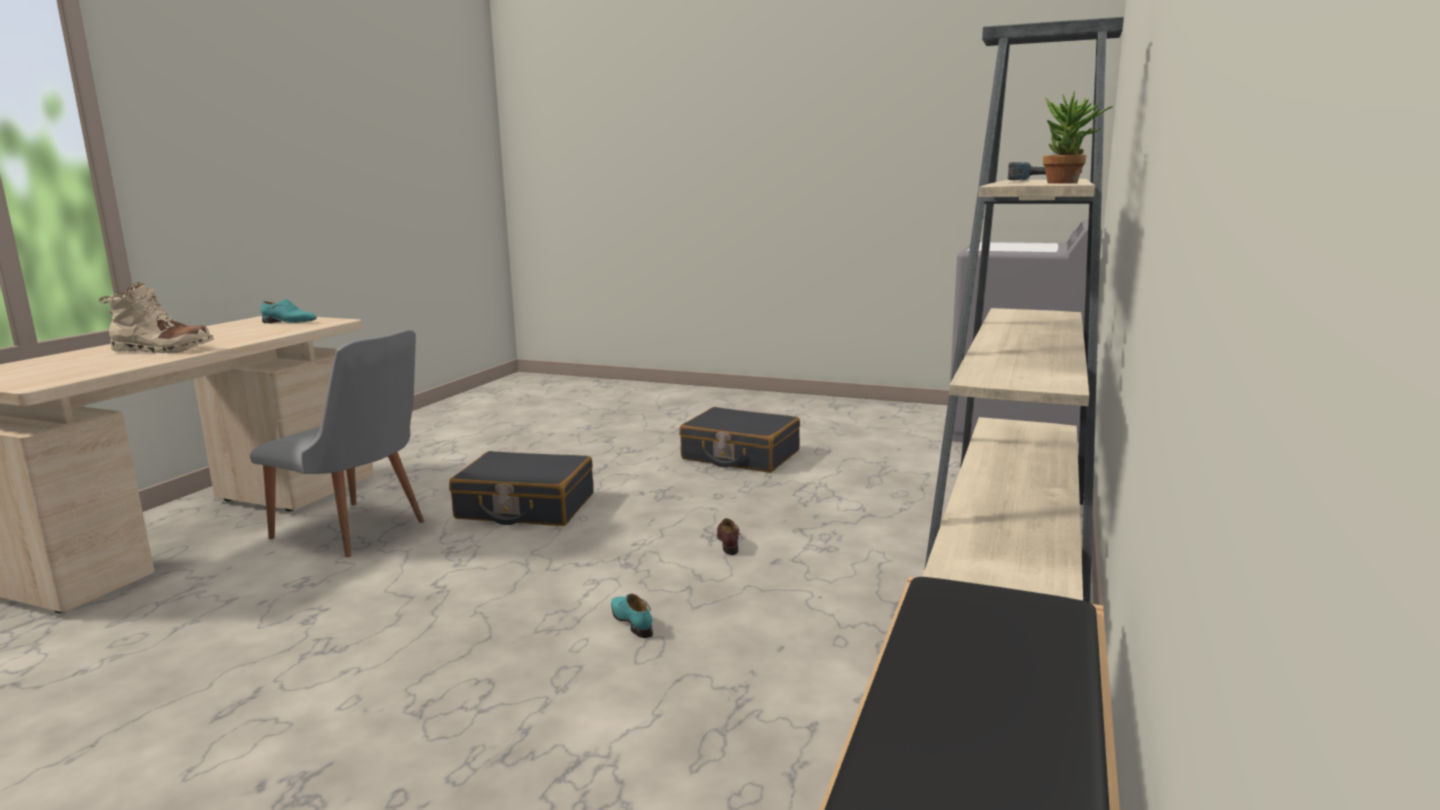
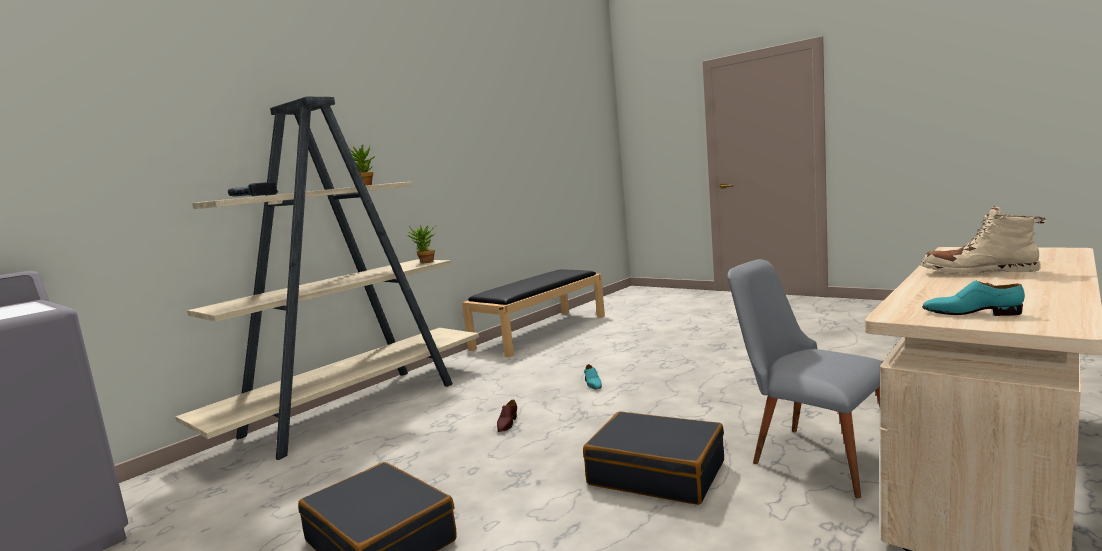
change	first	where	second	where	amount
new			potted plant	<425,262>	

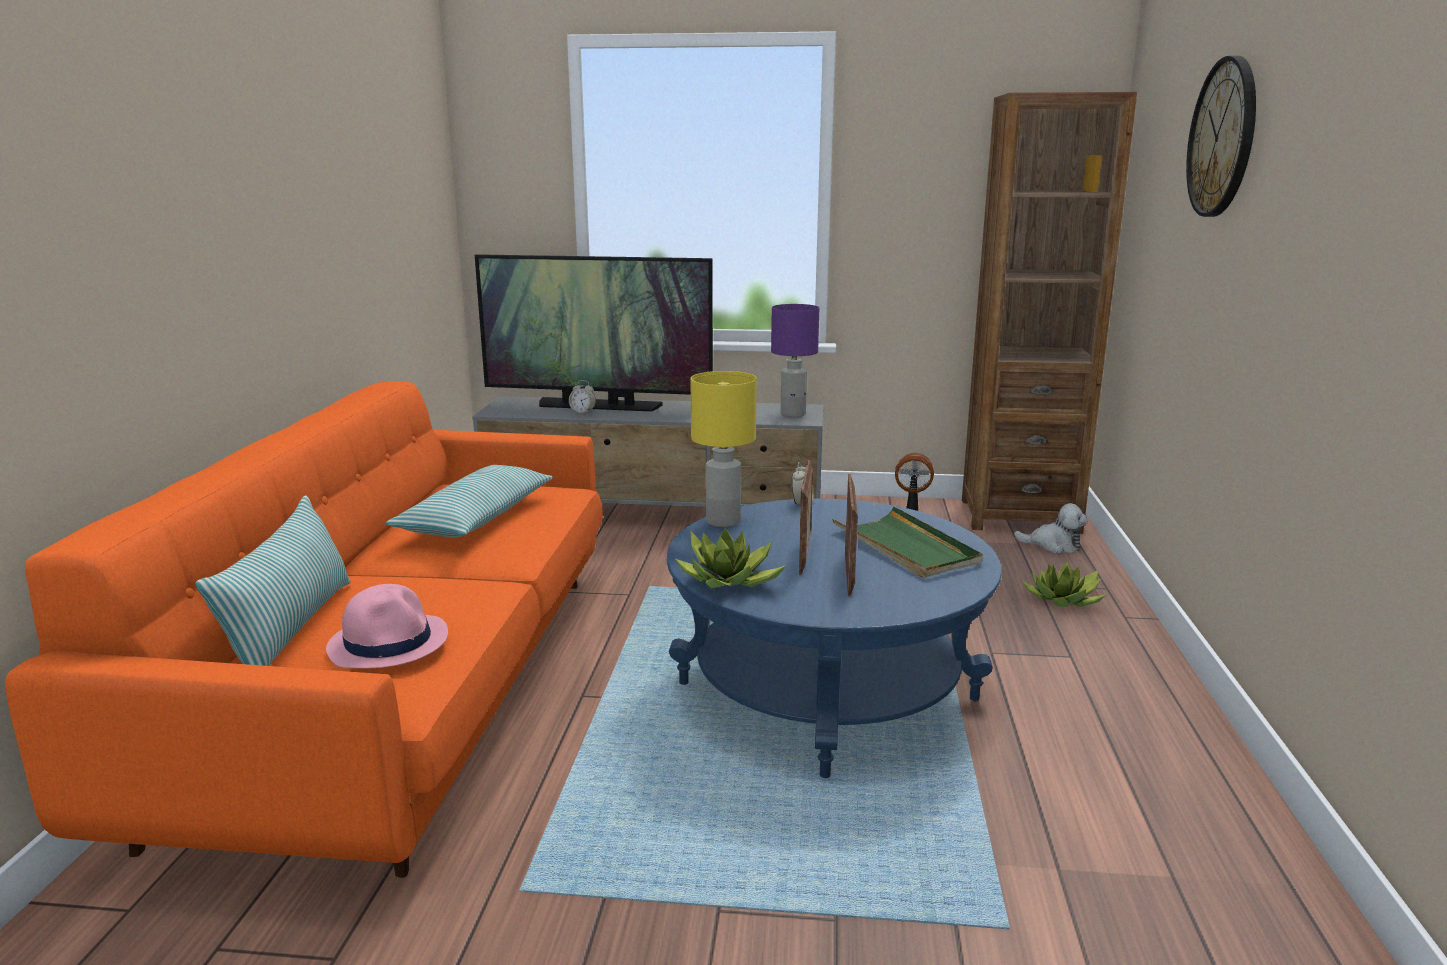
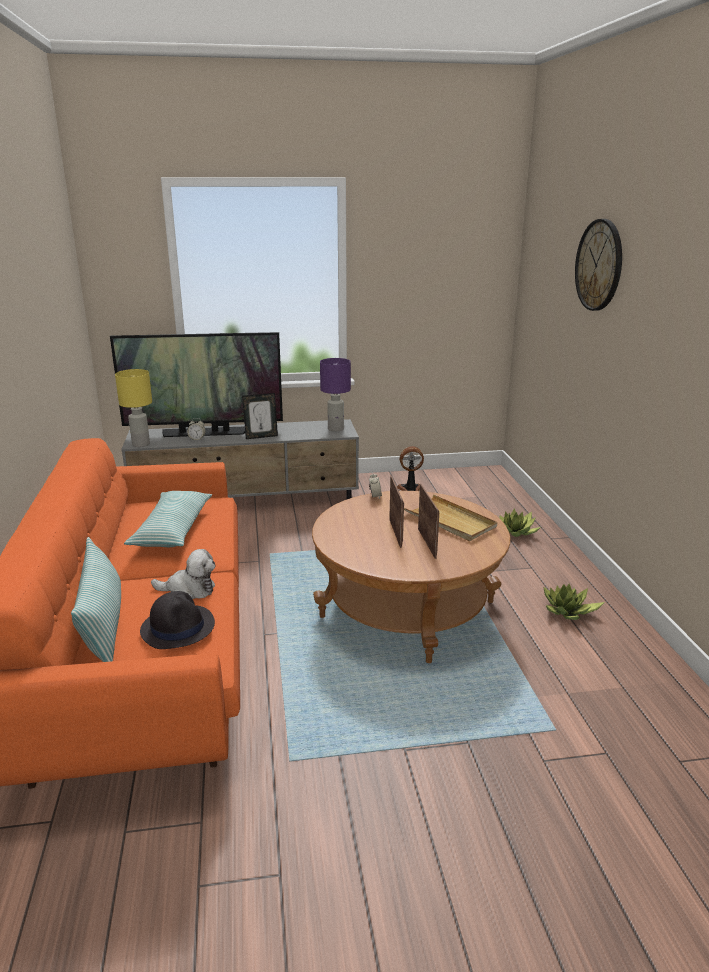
change	first	where	second	where	amount
gone	brown-coloured bookcase	<1019,516>			
new			picture frame	<261,436>	
shifted	potted plant	<729,582>		<568,612>	
shifted	yellow lamp for a table	<722,522>		<140,444>	
shifted	plush toy	<1053,545>		<189,590>	
repainted	pinkish hat	<389,642>	black-coloured hat	<178,627>	
repainted	bluish low table	<826,691>	brown-coloured low table	<407,609>	
repainted	green-coloured carrying tray	<906,547>	beige-coloured carrying tray	<450,521>	

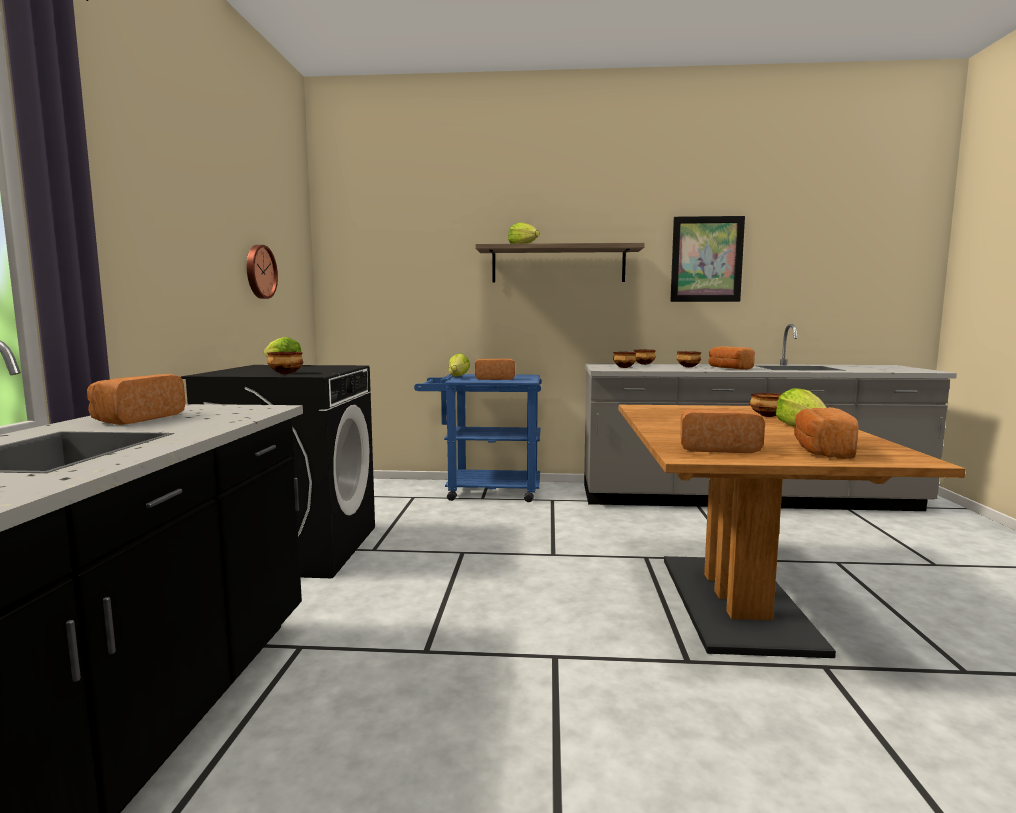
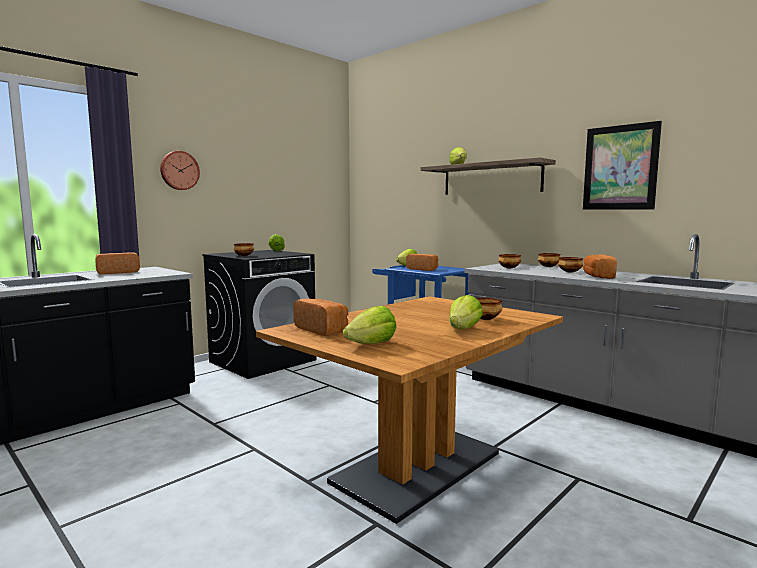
change	first	where	second	where	amount
shifted	wall clock	<259,272>		<179,170>	
swapped	baked bread	<821,451>	lettuce head	<372,344>	

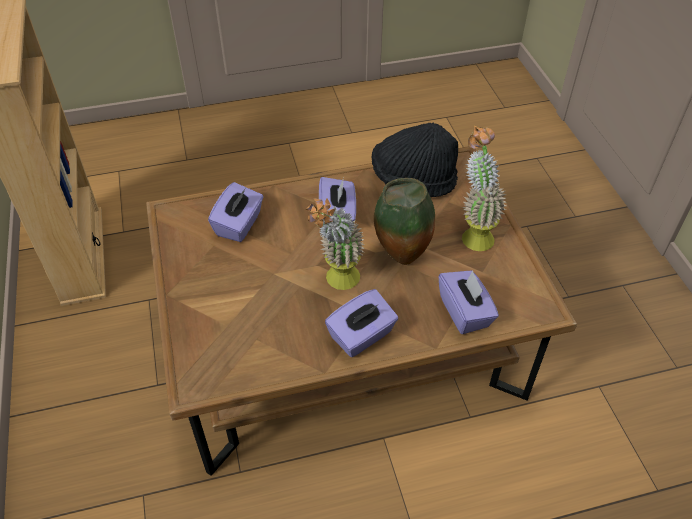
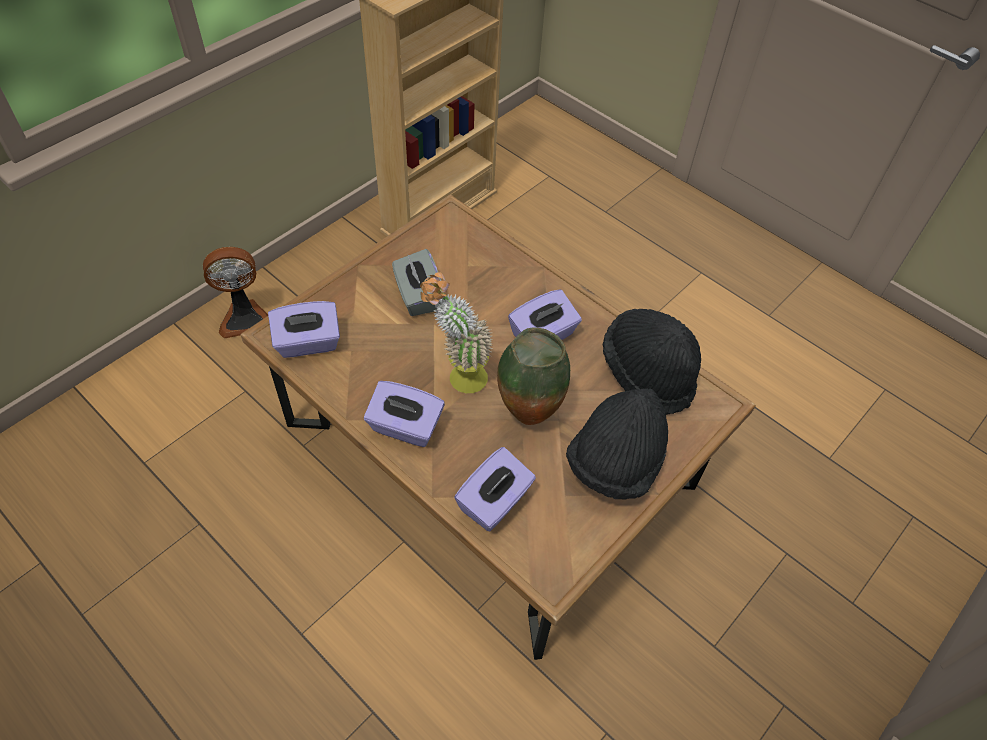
change	first	where	second	where	amount
new			cooling fan	<245,318>	
new			greyish tissue holder	<418,296>	
shifted	purplish tissue holder	<239,225>		<308,343>	
swapped	potted plant	<473,233>	black-coloured hat	<615,463>	

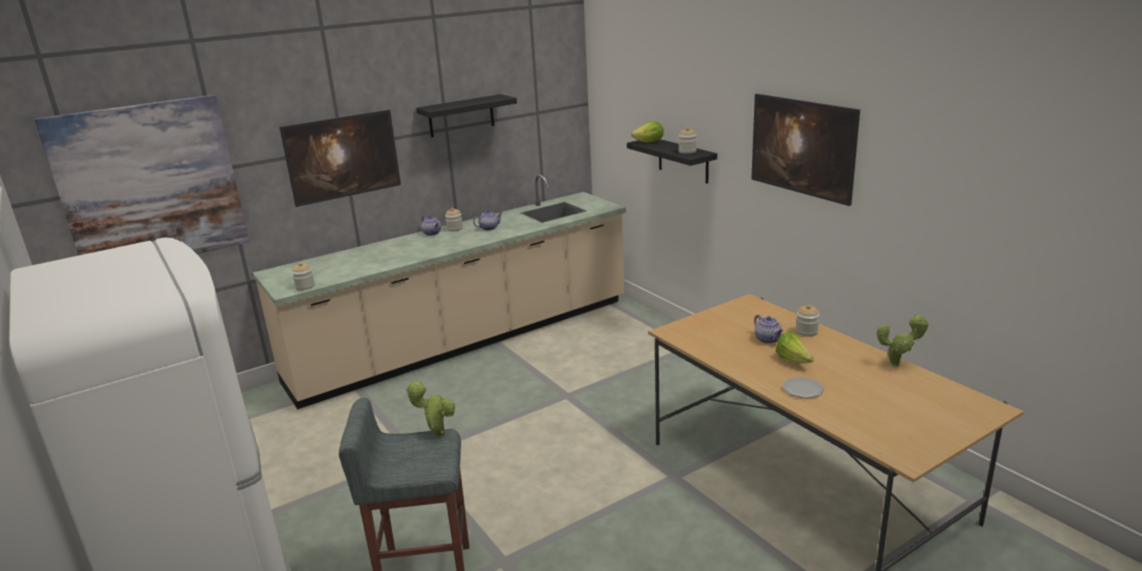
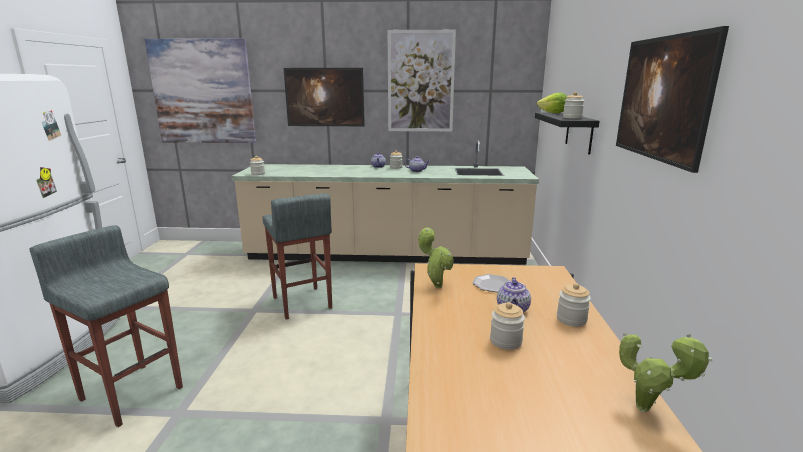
change	first	where	second	where	amount
new			greyish stool	<301,303>	
shifted	potted plant	<437,434>		<436,285>	
shifted	flat dish	<802,389>		<492,285>	
swapped	black-coloured wall shelf	<461,116>	picture	<420,82>	
swapped	lettuce head	<793,361>	preserve jar	<505,341>	

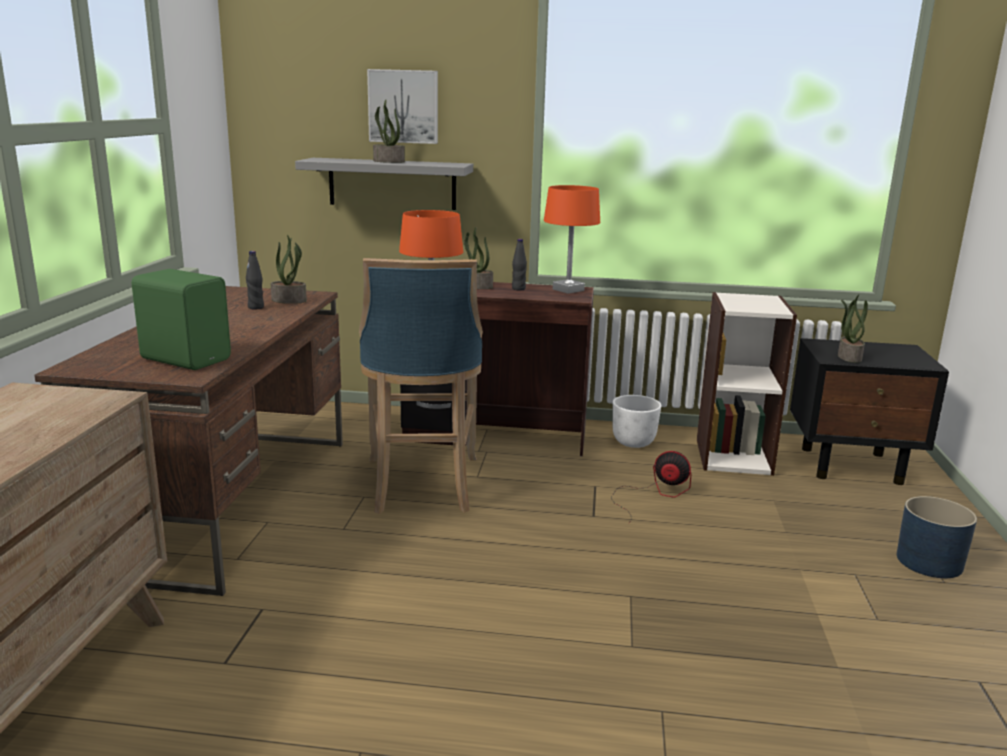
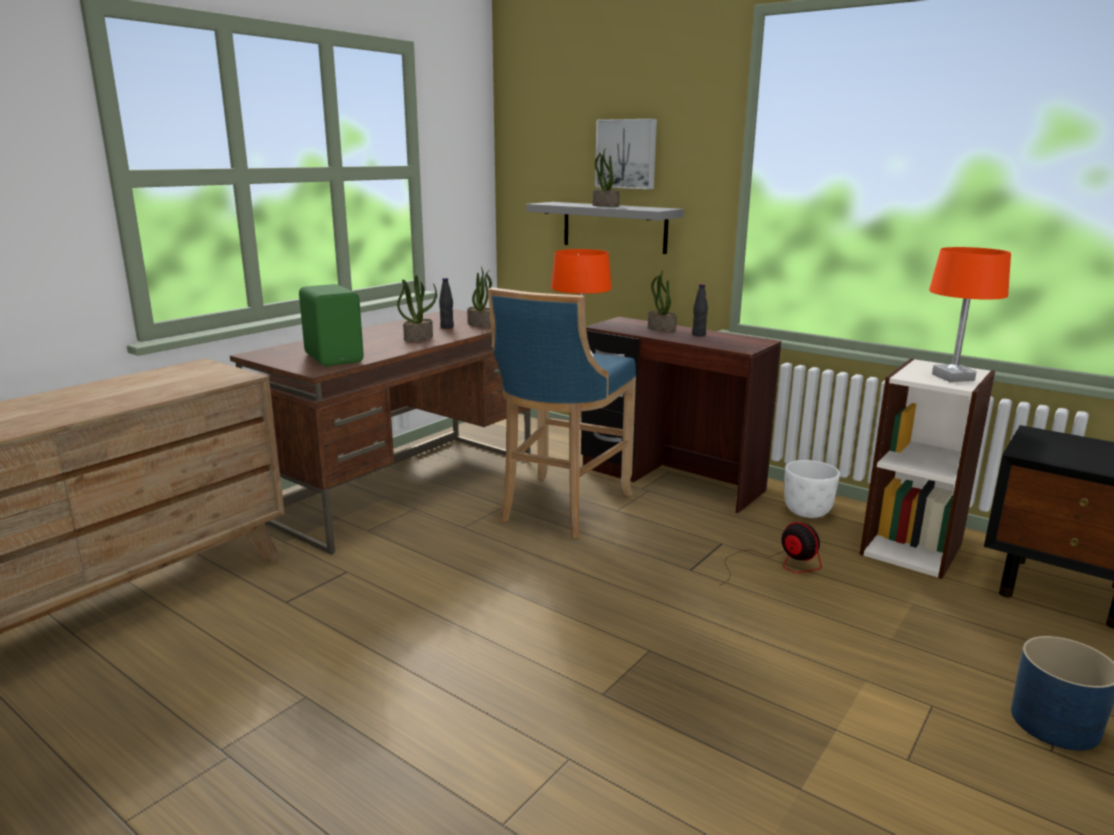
change	first	where	second	where	amount
shifted	orangey lamp for a table	<568,290>		<953,377>	
shifted	potted plant	<848,357>		<418,338>	

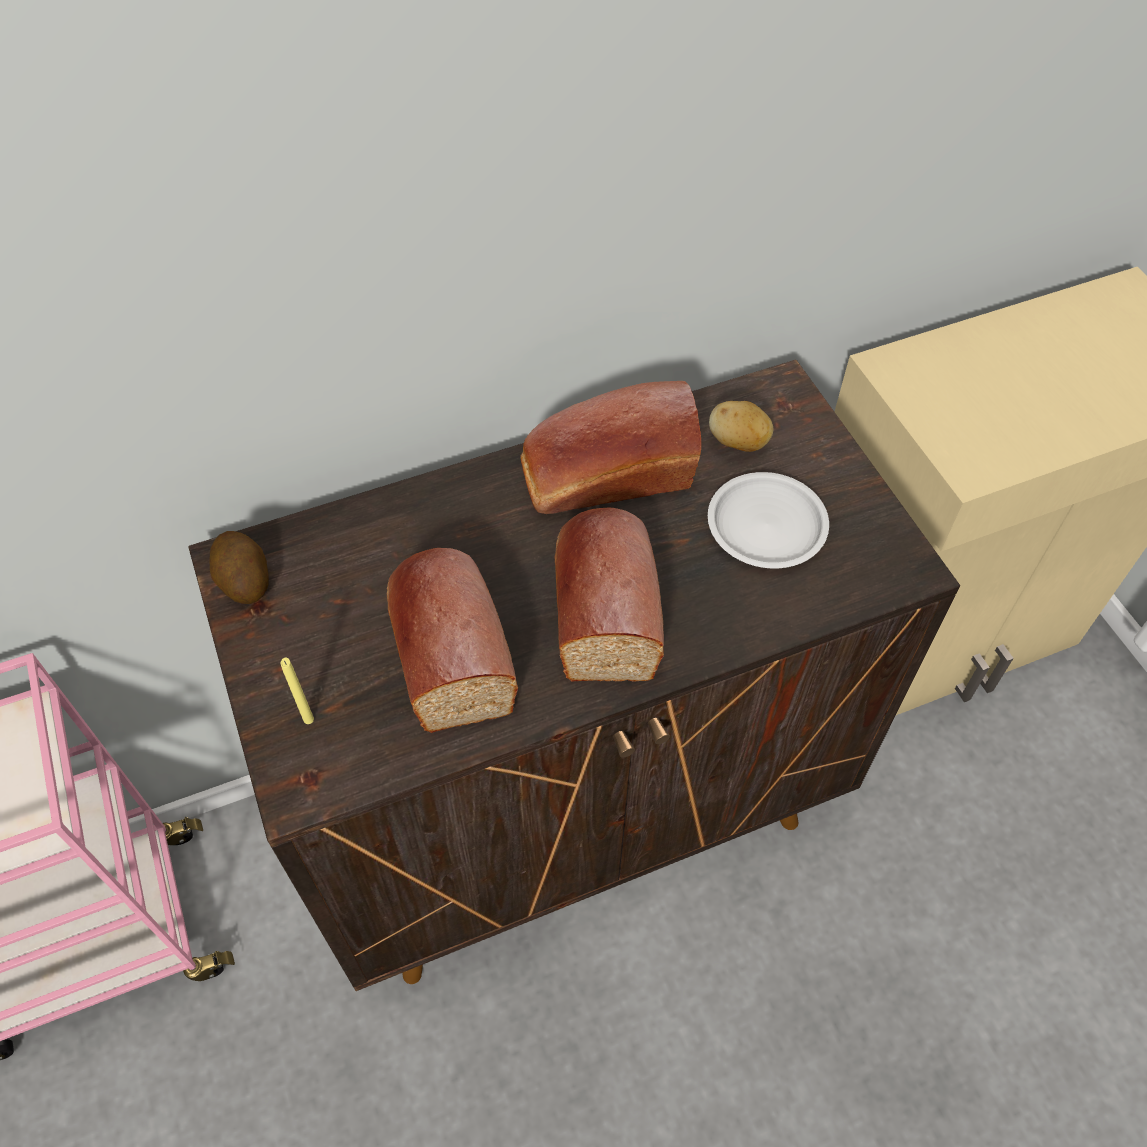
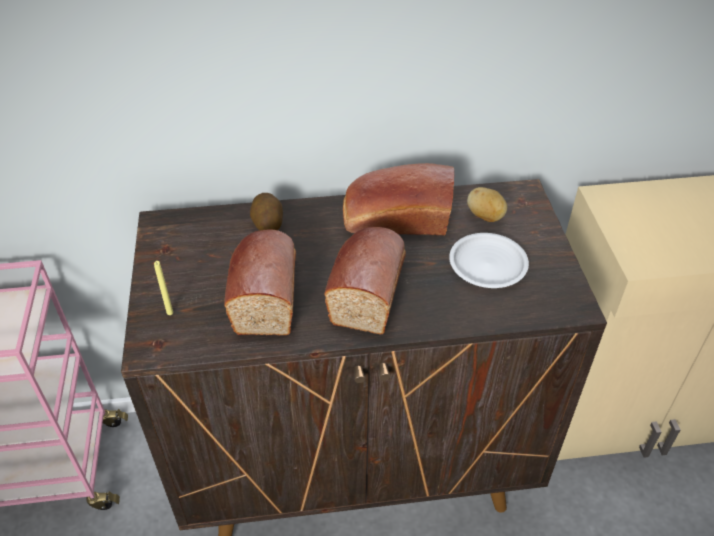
change	first	where	second	where	amount
shifted	spud	<244,580>		<267,223>	

